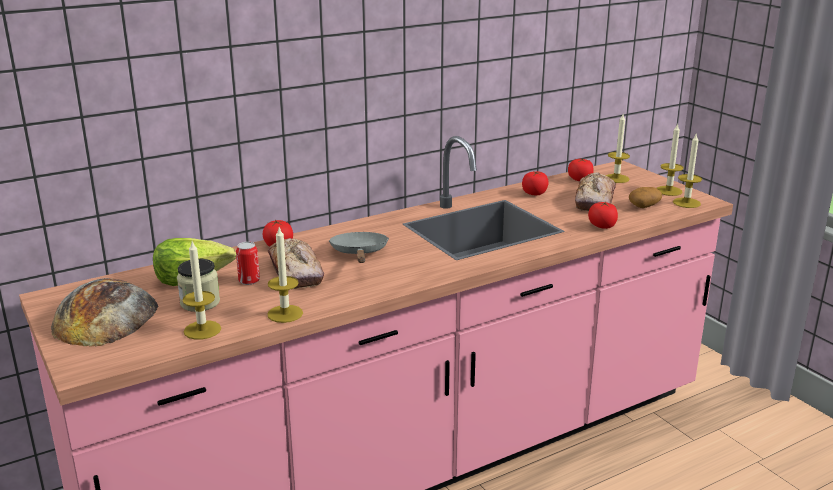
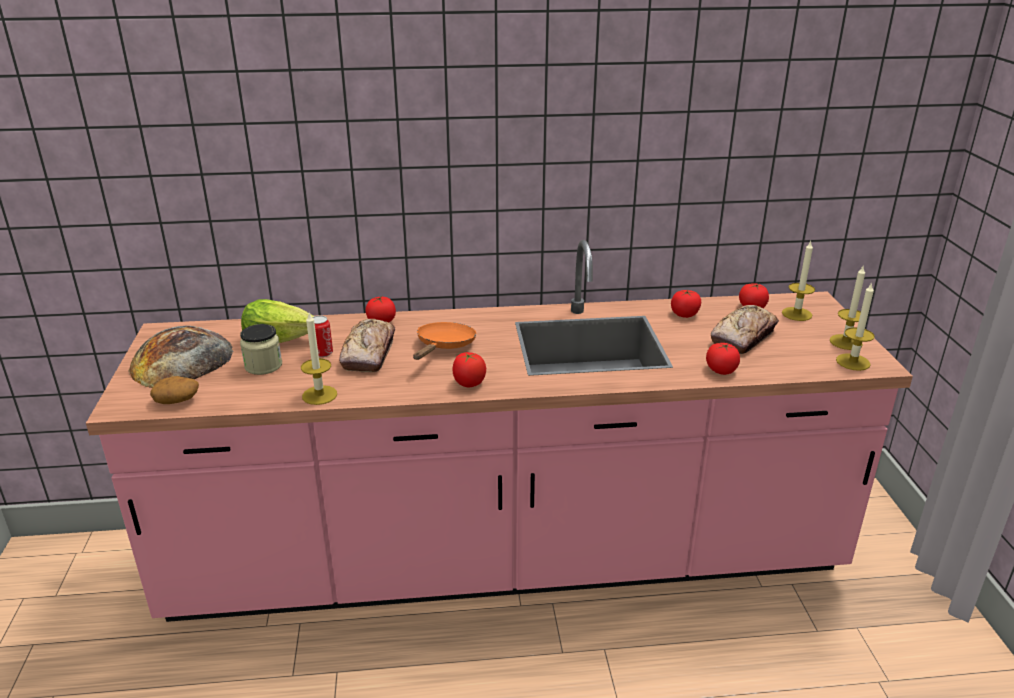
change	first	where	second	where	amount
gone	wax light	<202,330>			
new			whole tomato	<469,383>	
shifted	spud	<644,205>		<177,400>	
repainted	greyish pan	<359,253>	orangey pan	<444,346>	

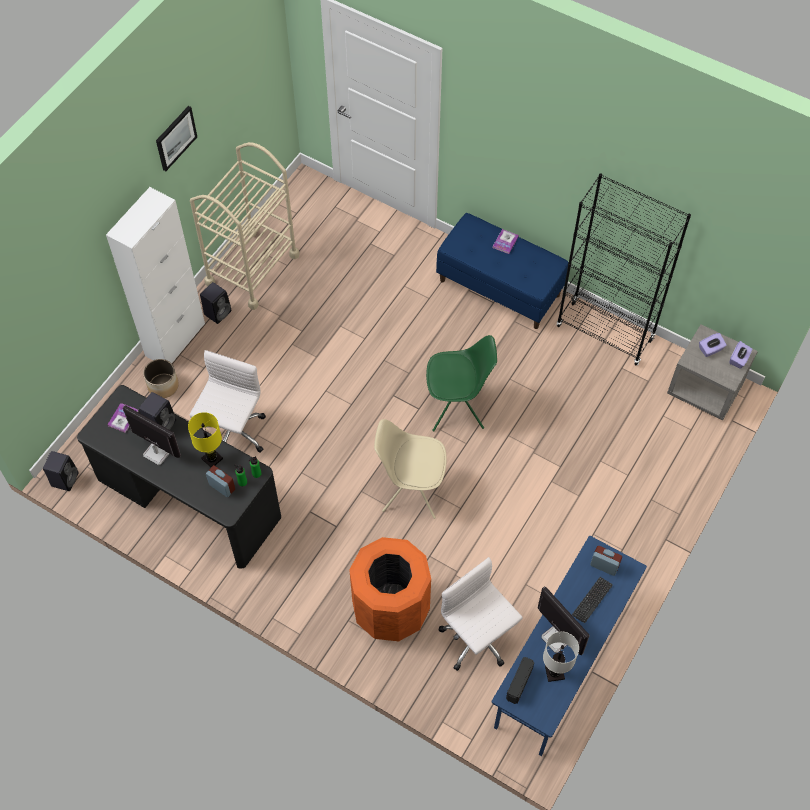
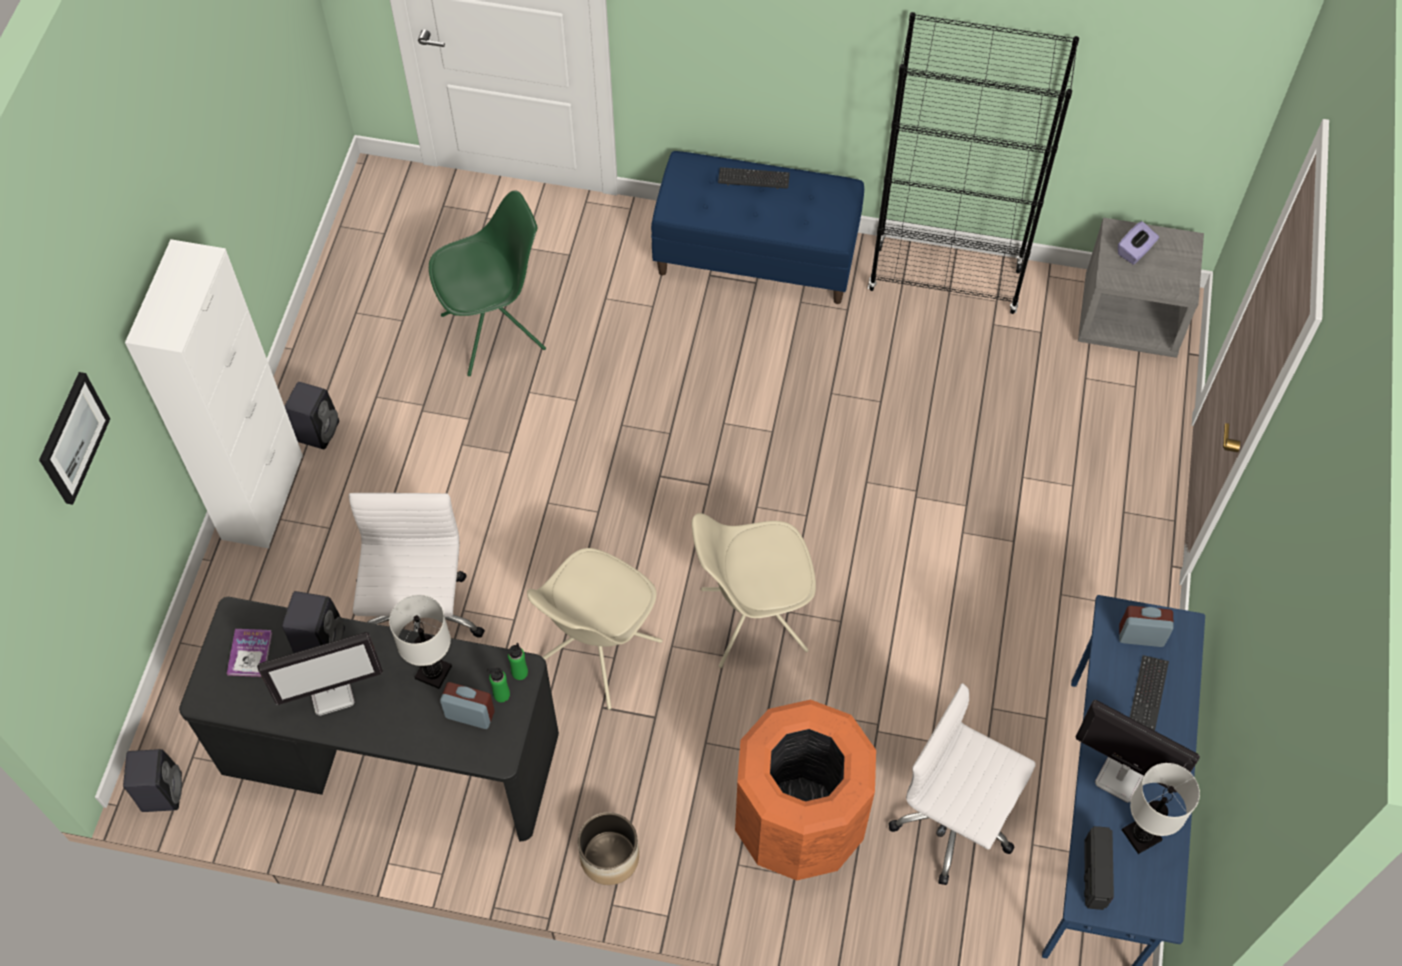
change	first	where	second	where	amount
gone	beige-coloured trolley	<252,269>			
gone	purplish tissue holder	<739,359>			
new			beige-coloured chair	<597,653>	
shifted	plant pot	<163,385>		<609,857>	
shifted	picture	<175,138>		<72,438>	
shifted	green-coloured chair	<457,408>		<495,332>	
swapped	book	<505,242>	PC keyboard	<753,179>	
repainted	yellow lamp for a table	<211,459>	white-coloured lamp for a table	<432,672>	
rotated	monitor	<156,452>		<332,693>	150 degrees clockwise

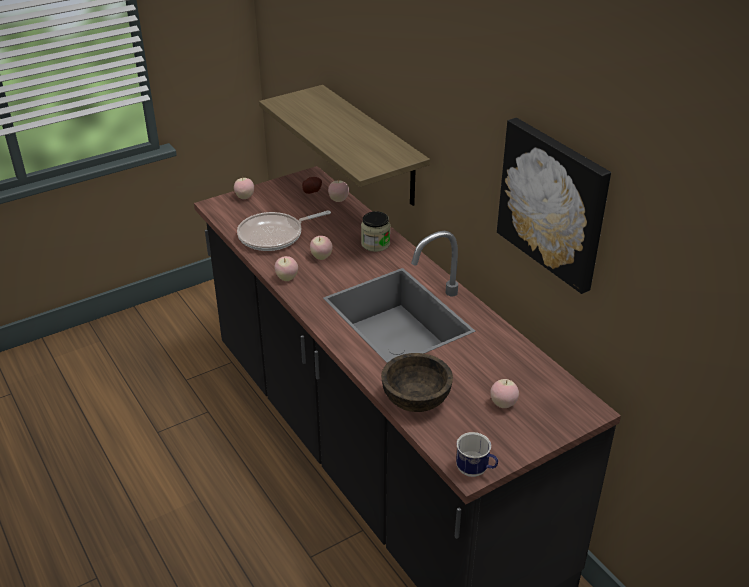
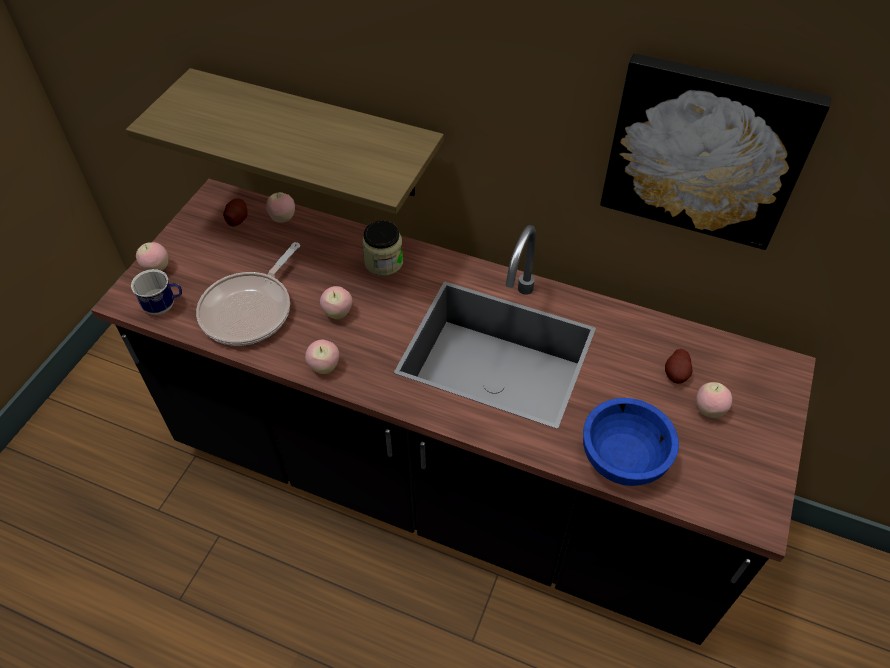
change	first	where	second	where	amount
new			spud	<676,374>	
shifted	mug	<476,471>		<165,306>	
repainted	brown-coloured serving bowl	<416,400>	bluish serving bowl	<623,459>	

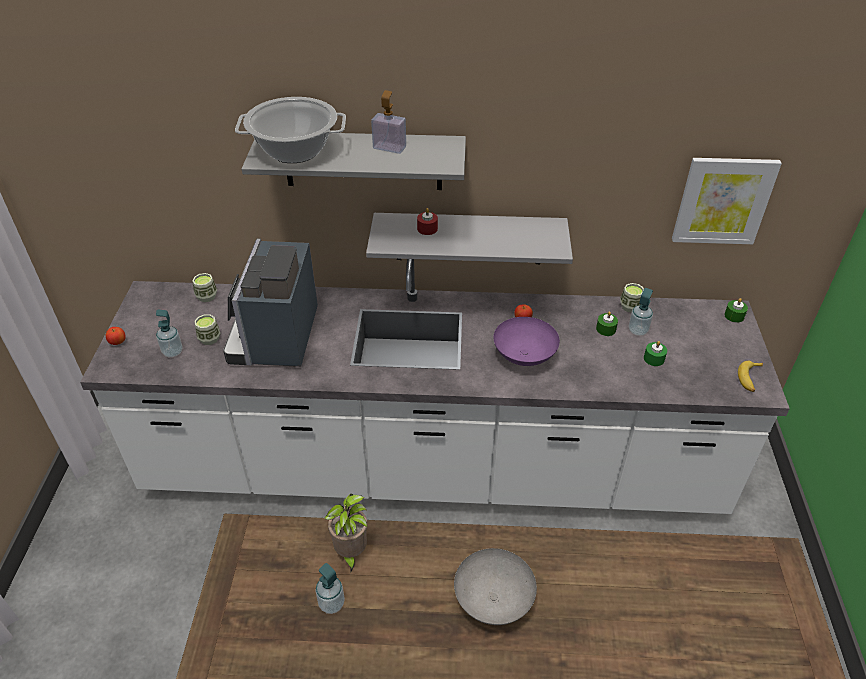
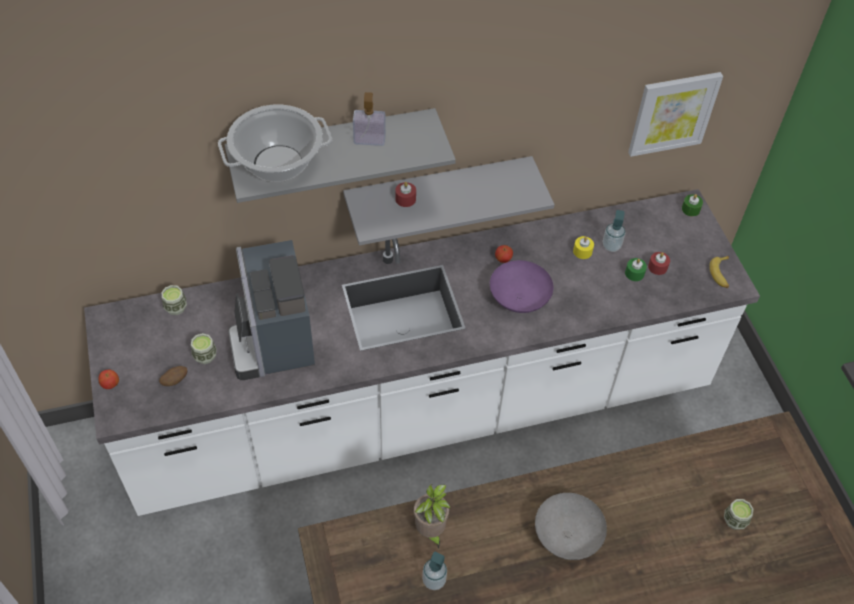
change	first	where	second	where	amount
new			red wax light	<657,267>	
shifted	cup	<630,306>		<734,520>	
swapped	soap bottle	<172,352>	spud	<175,380>	
repainted	green-coloured wax light	<606,329>	yellow wax light	<582,251>	

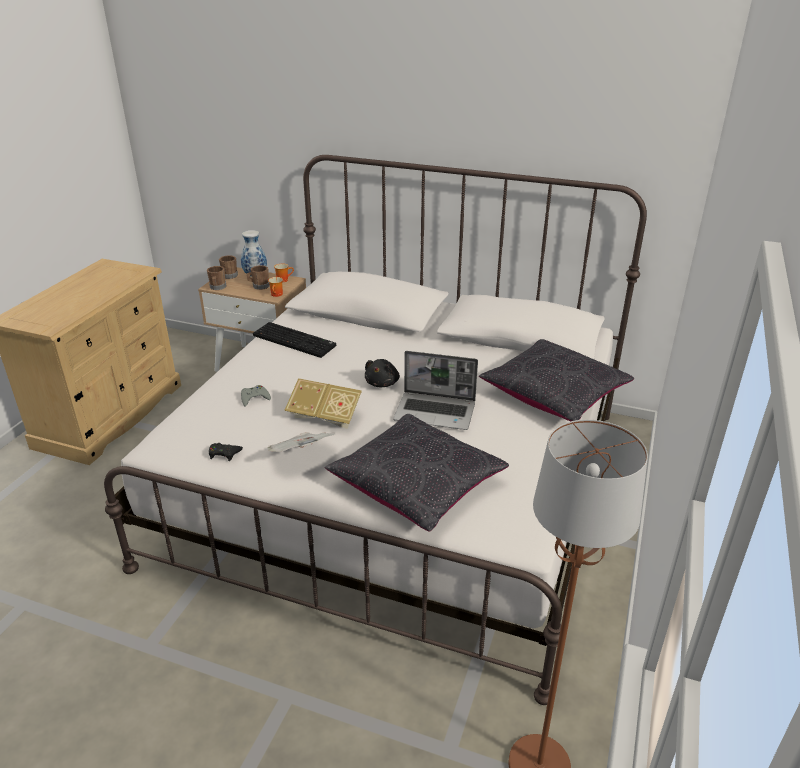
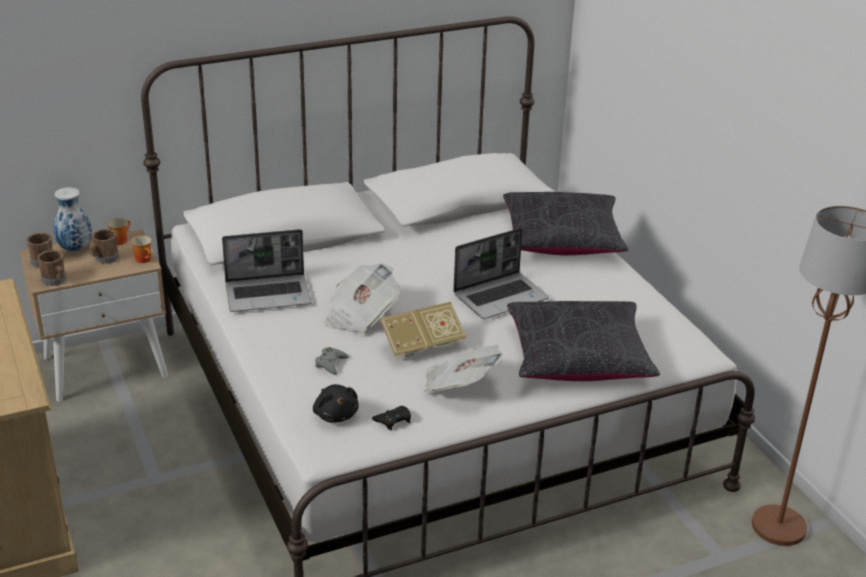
change	first	where	second	where	amount
new			printed paper	<360,316>	
shifted	black-coloured plush toy	<382,383>		<335,414>	
swapped	PC keyboard	<295,340>	notebook computer	<269,294>	

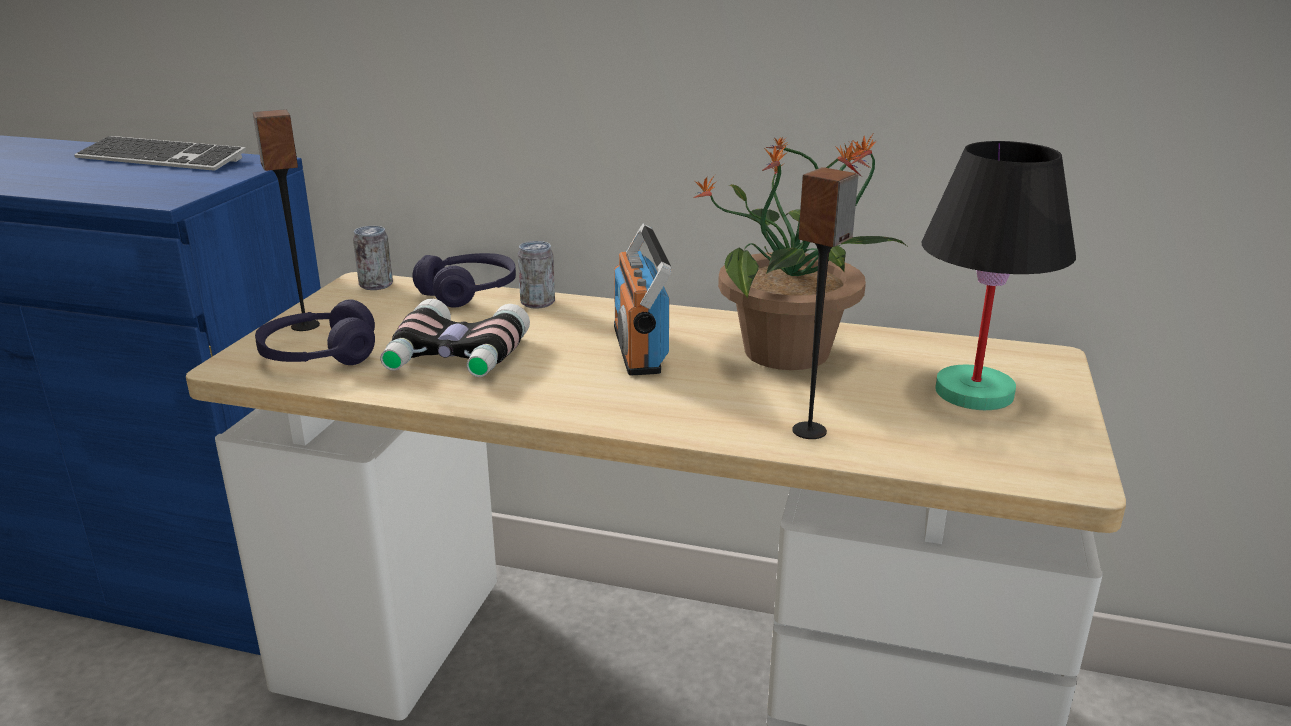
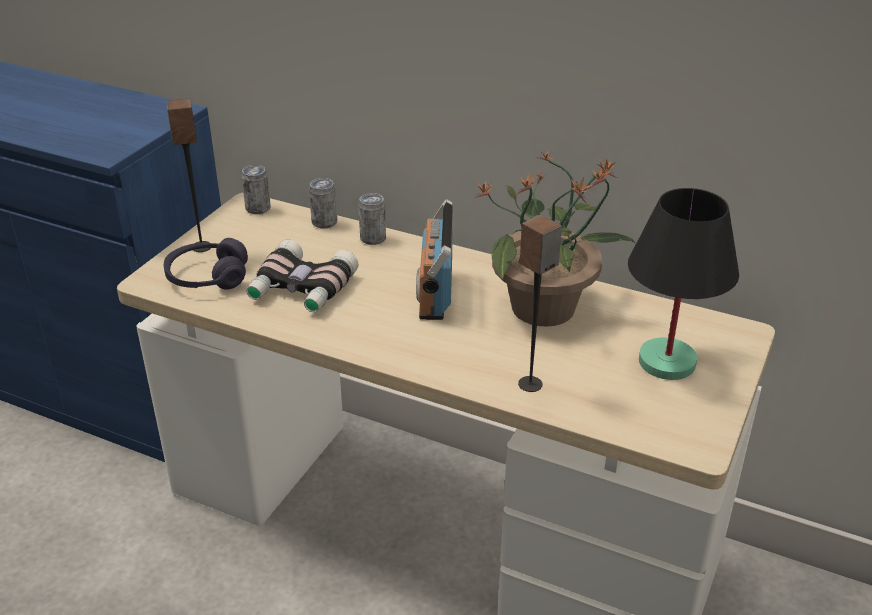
change	first	where	second	where	amount
gone	PC keyboard	<161,158>			
swapped	purplish headset	<468,292>	can	<324,222>	

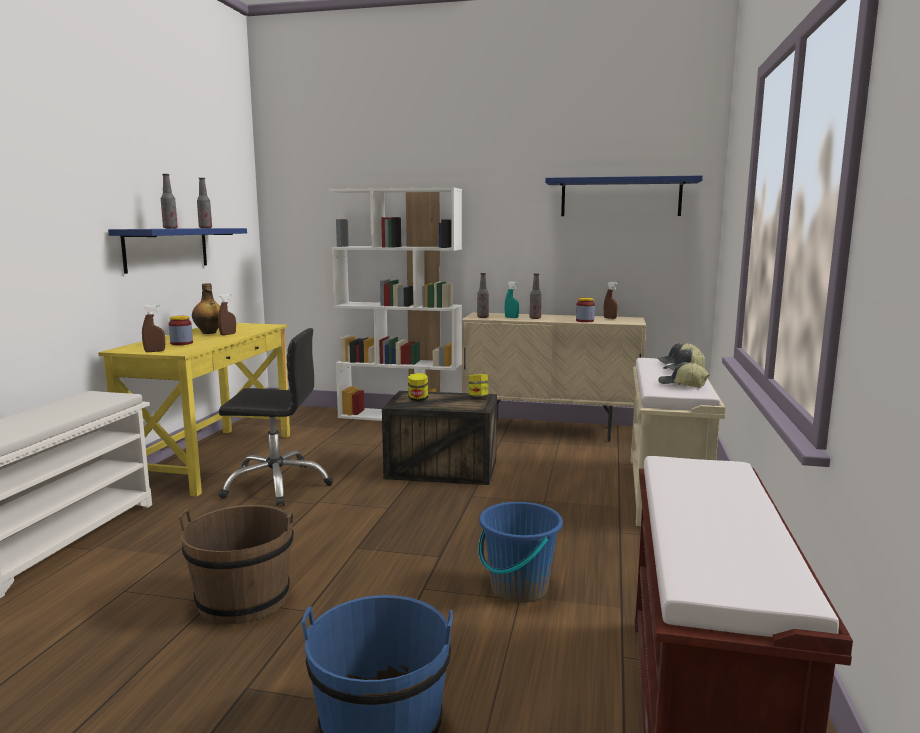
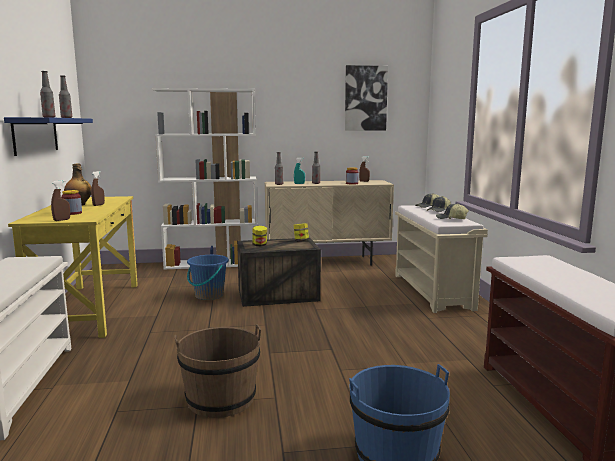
change	first	where	second	where	amount
gone	black-coloured office chair	<277,485>			
shifted	bluish water bucket	<518,588>		<209,296>	
swapped	bluish wall shelf	<620,197>	picture	<365,98>	

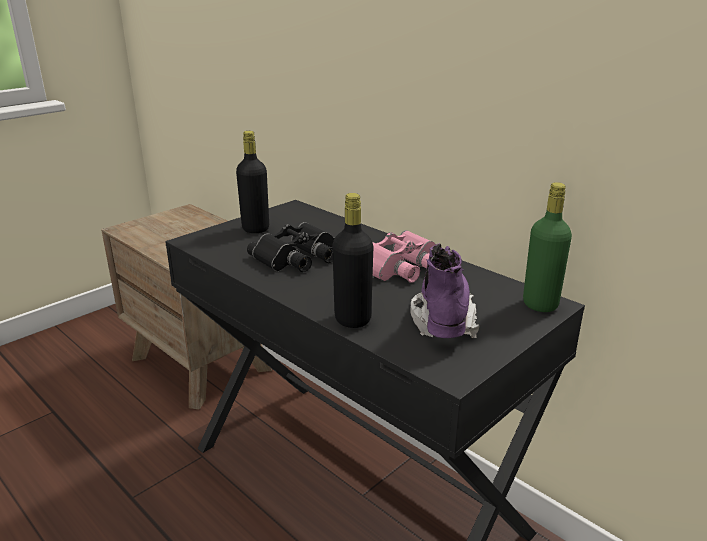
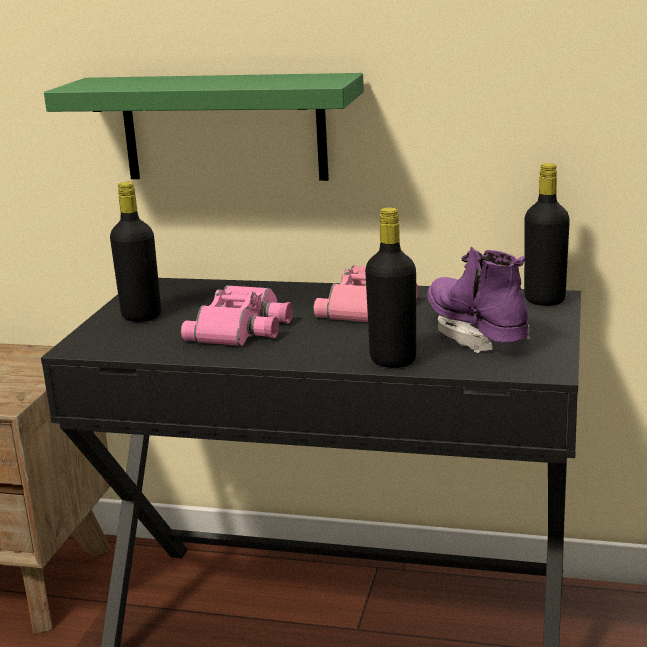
change	first	where	second	where	amount
new			green-coloured wall shelf	<223,128>	
repainted	black-coloured pair of binoculars	<298,257>	pinkish pair of binoculars	<243,328>	
repainted	green-coloured bottle	<540,304>	black-coloured bottle	<544,300>	

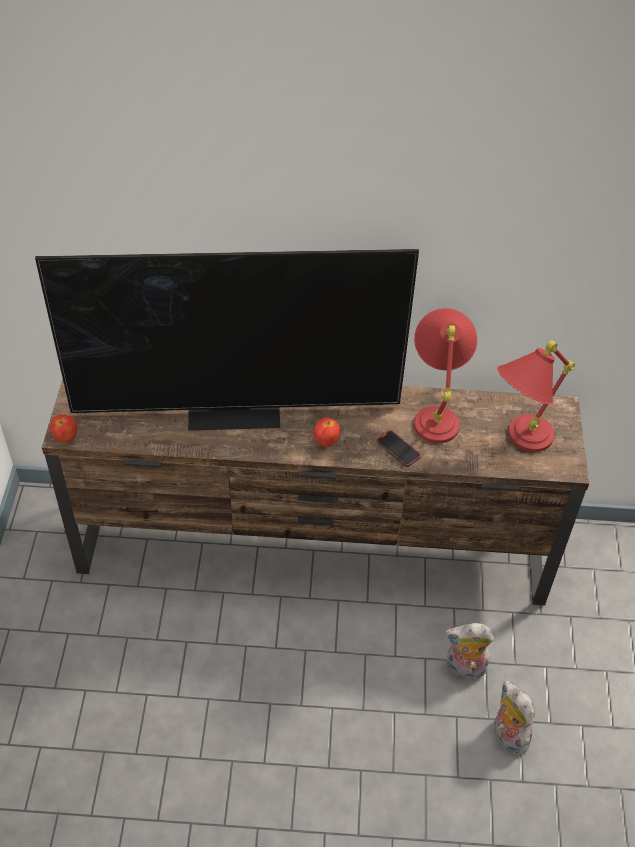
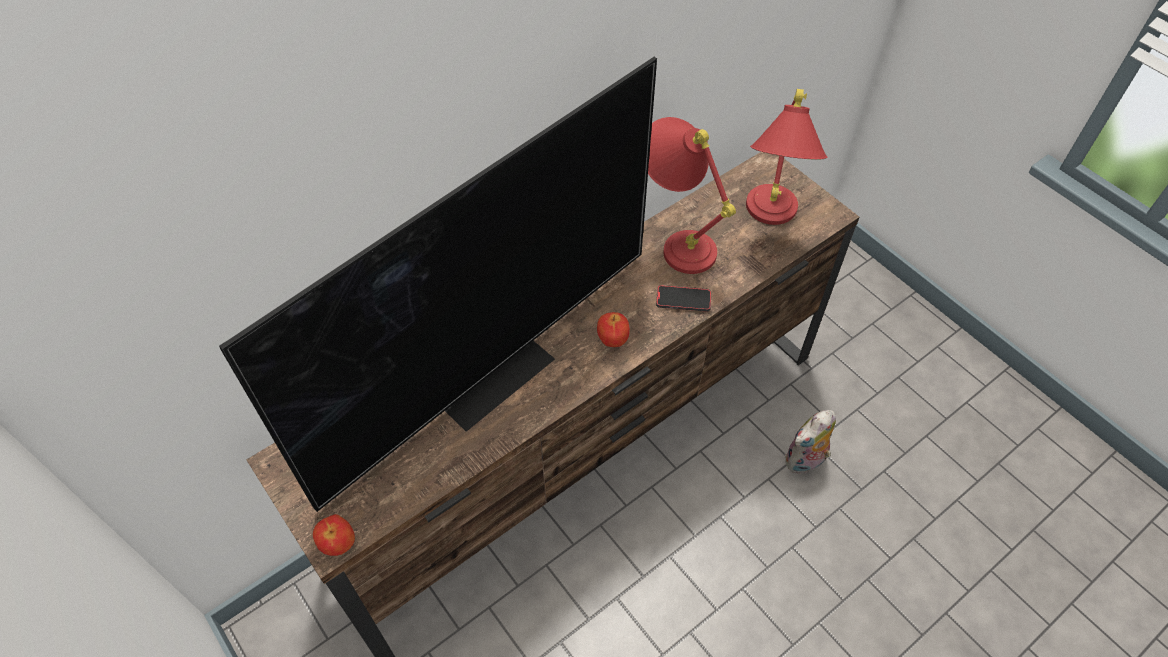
change	first	where	second	where	amount
gone	plush toy	<507,735>			

